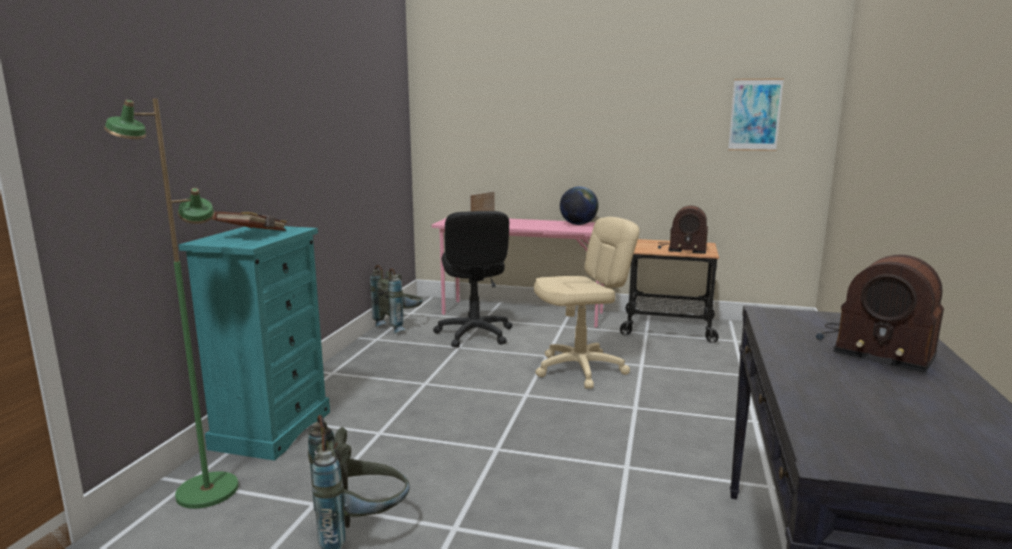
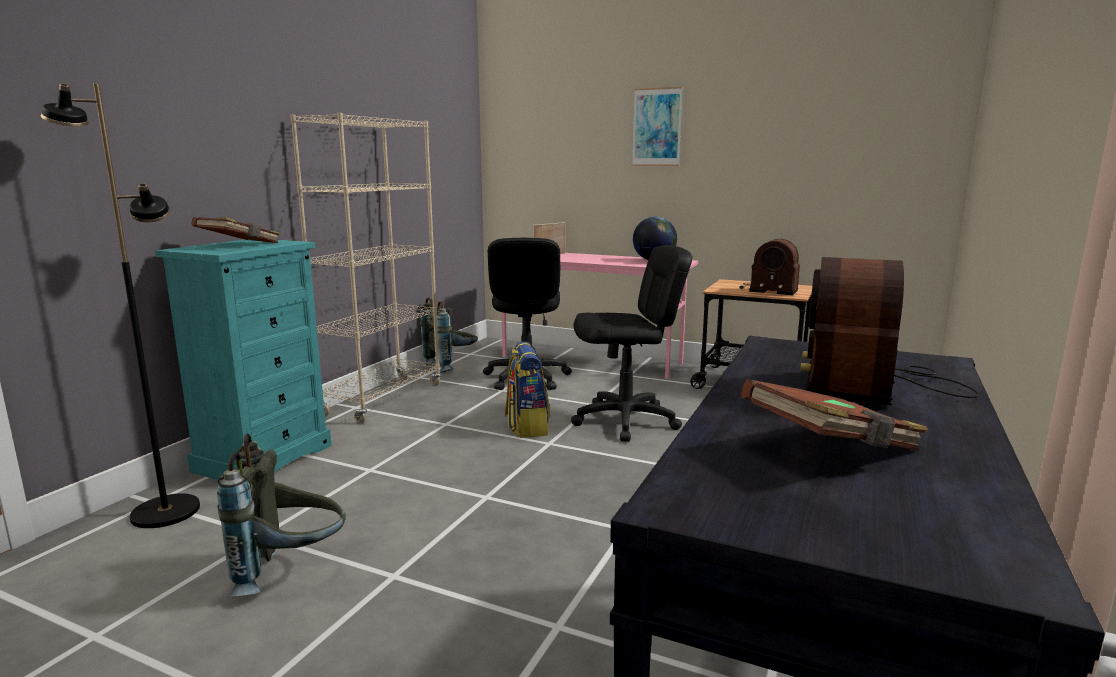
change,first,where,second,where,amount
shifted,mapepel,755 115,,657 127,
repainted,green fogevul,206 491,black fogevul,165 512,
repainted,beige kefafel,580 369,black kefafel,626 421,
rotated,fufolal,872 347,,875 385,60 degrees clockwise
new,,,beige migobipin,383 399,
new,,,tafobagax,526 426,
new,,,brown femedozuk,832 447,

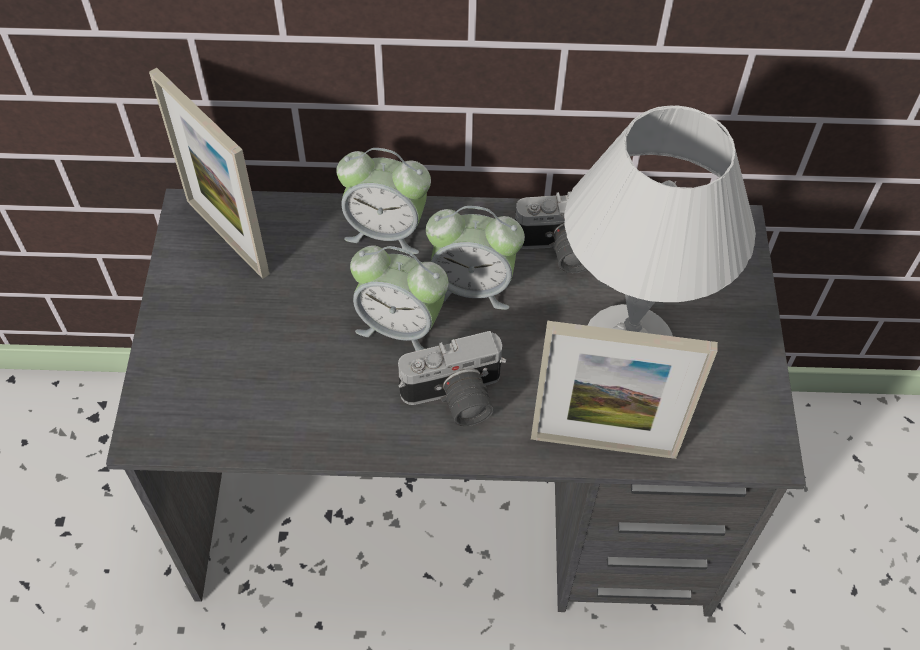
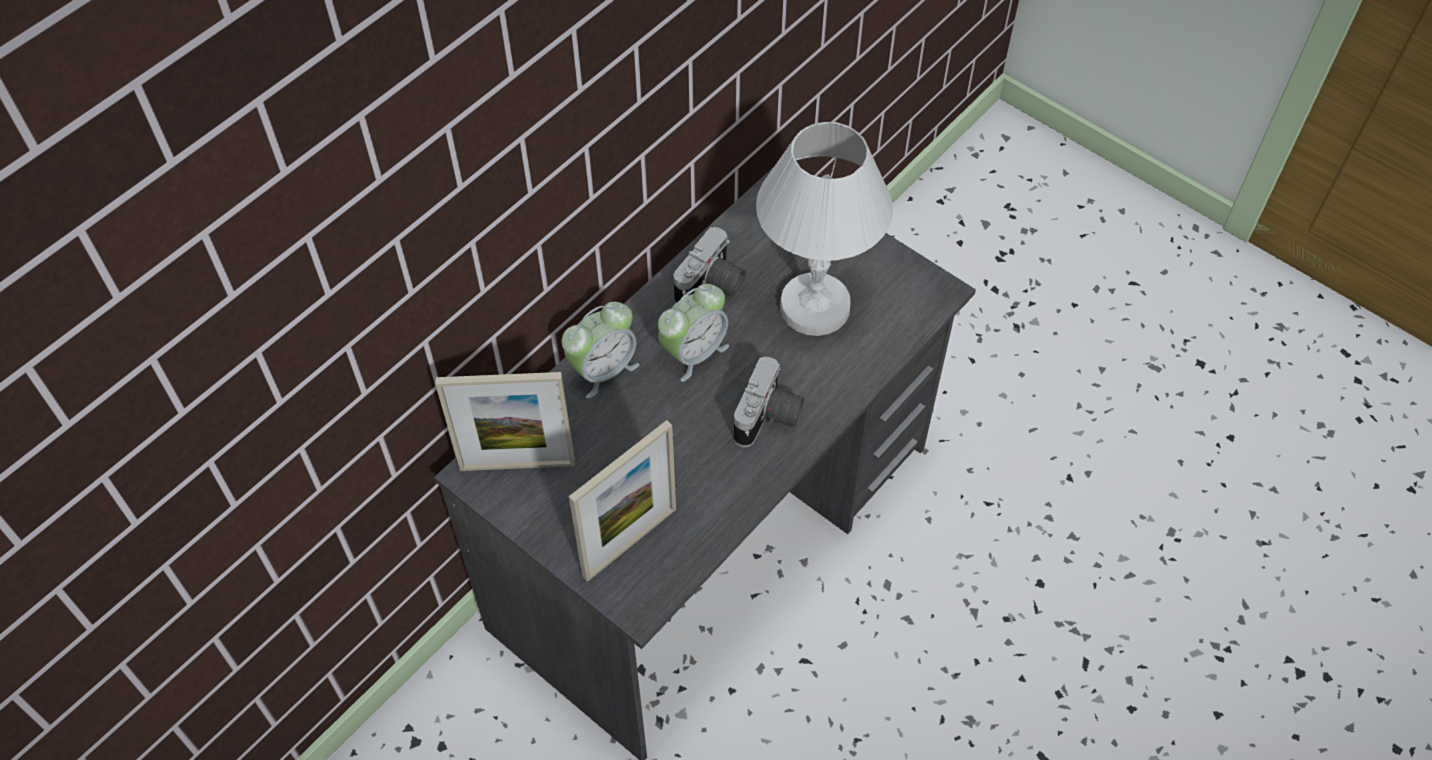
change,first,where,second,where,amount
gone,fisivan,400 326,,,
shifted,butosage,603 445,,629 542,

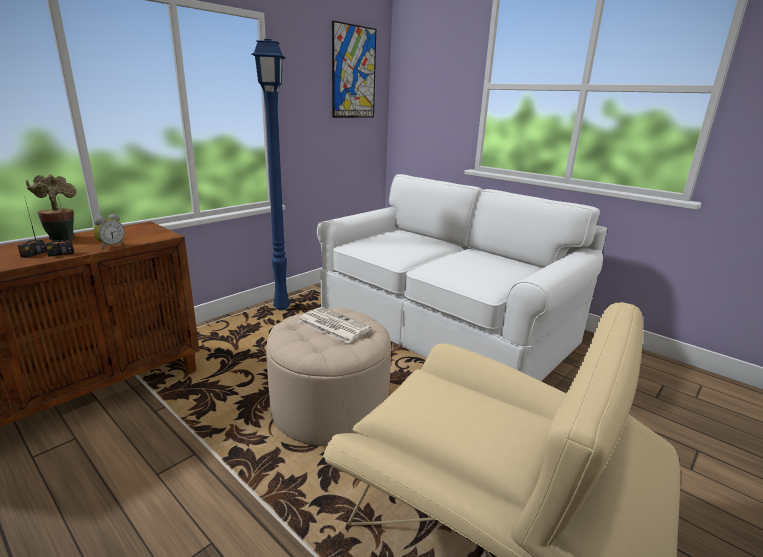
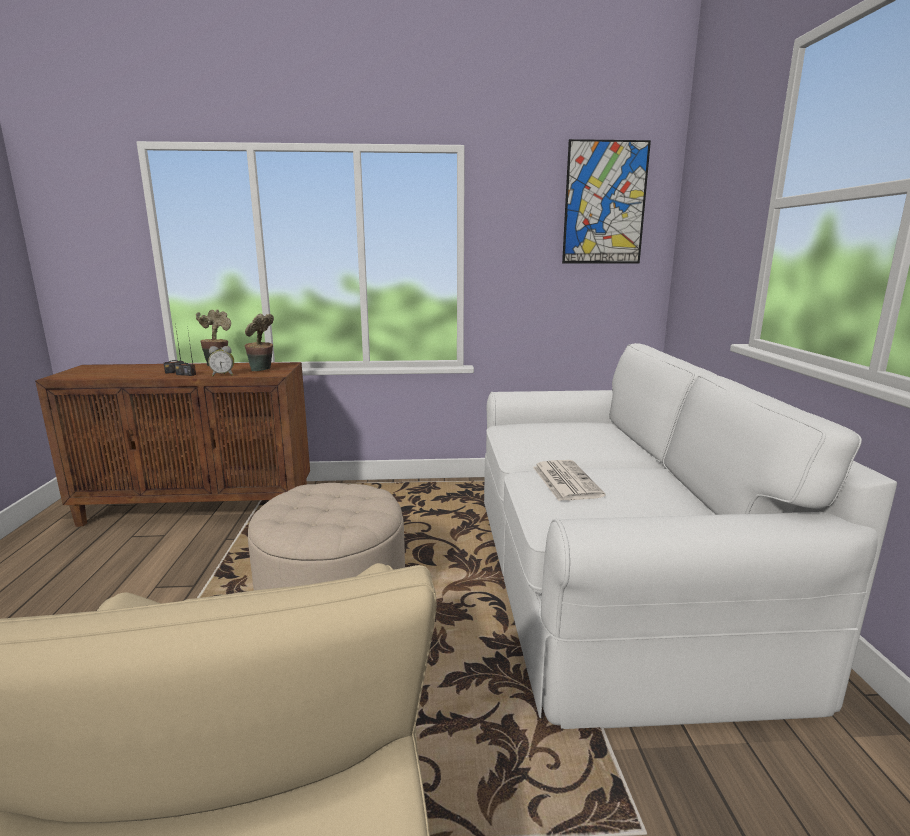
change,first,where,second,where,amount
gone,blue fogevul,283 308,,,
shifted,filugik,332 325,,565 481,
new,,,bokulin,262 370,

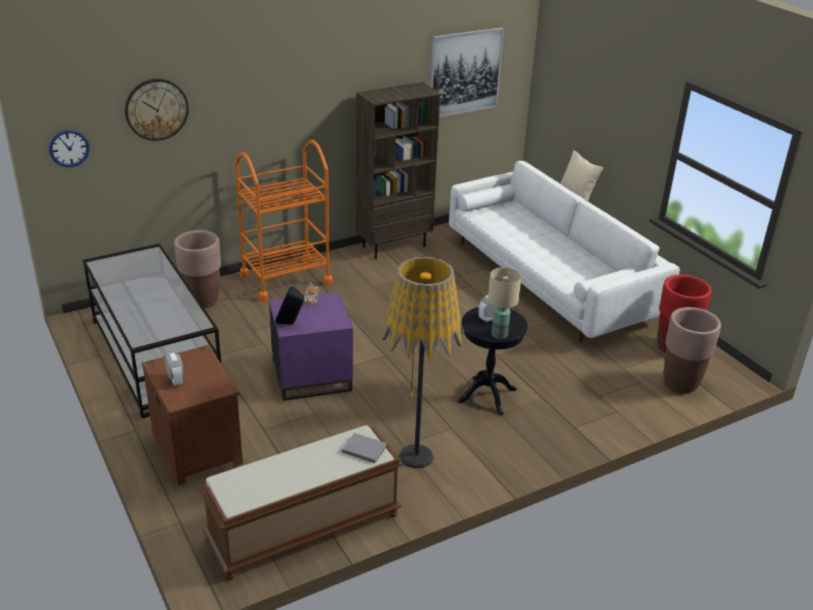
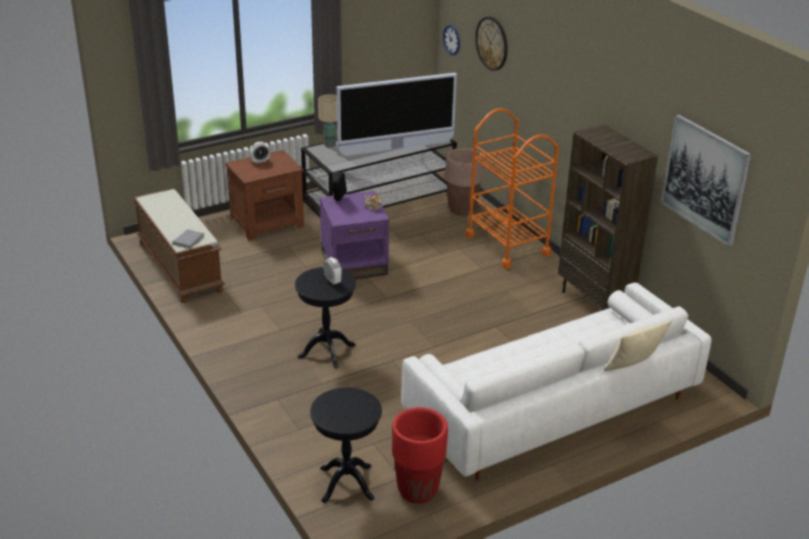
change,first,where,second,where,amount
gone,fogevul,416 456,,,
shifted,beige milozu,499 335,,329 145,
swapped,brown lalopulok,680 383,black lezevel,347 483,
new,,,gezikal,396 148,

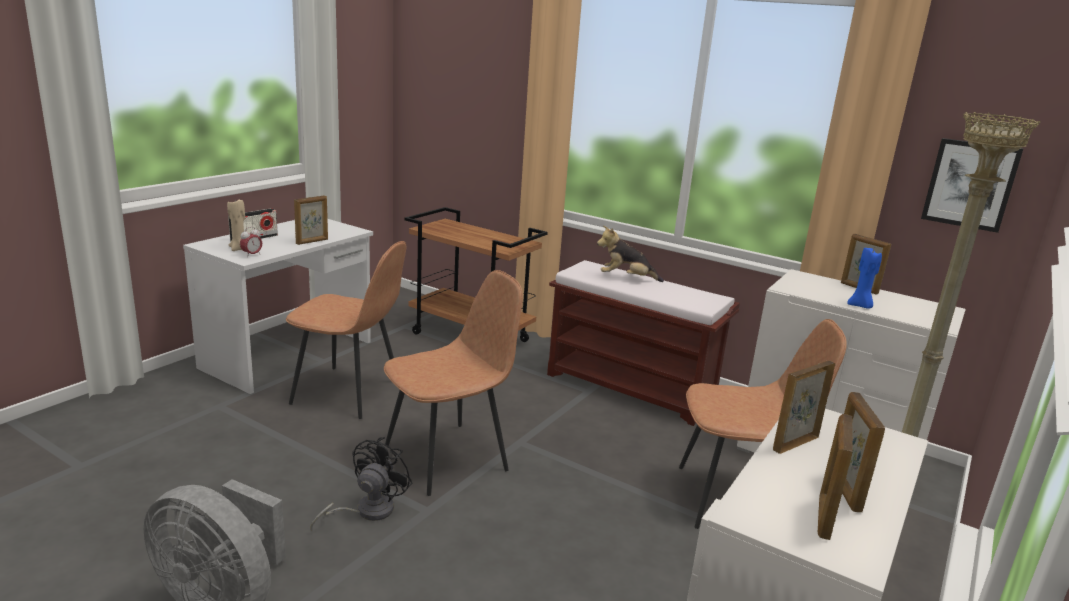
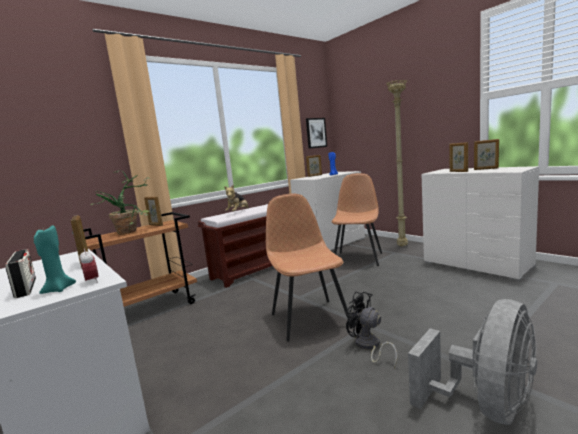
change,first,where,second,where,amount
repainted,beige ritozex,239 249,turquoise ritozex,58 289,
gone,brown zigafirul,349 393,,,
shifted,butosage,824 517,,155 225,
new,,,bokulin,132 231,

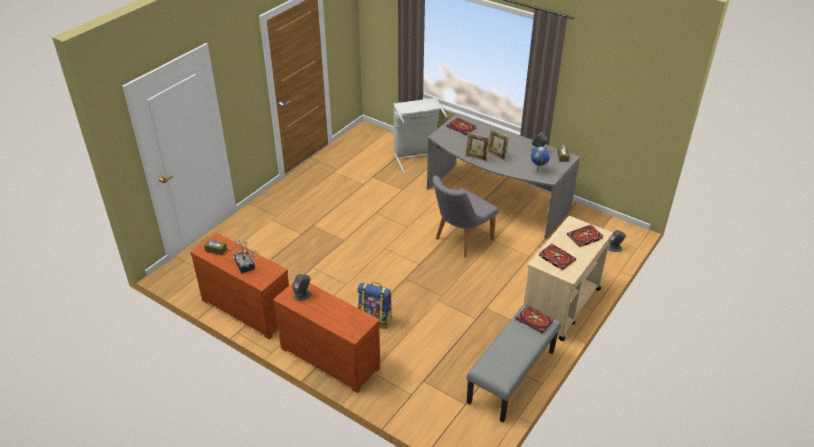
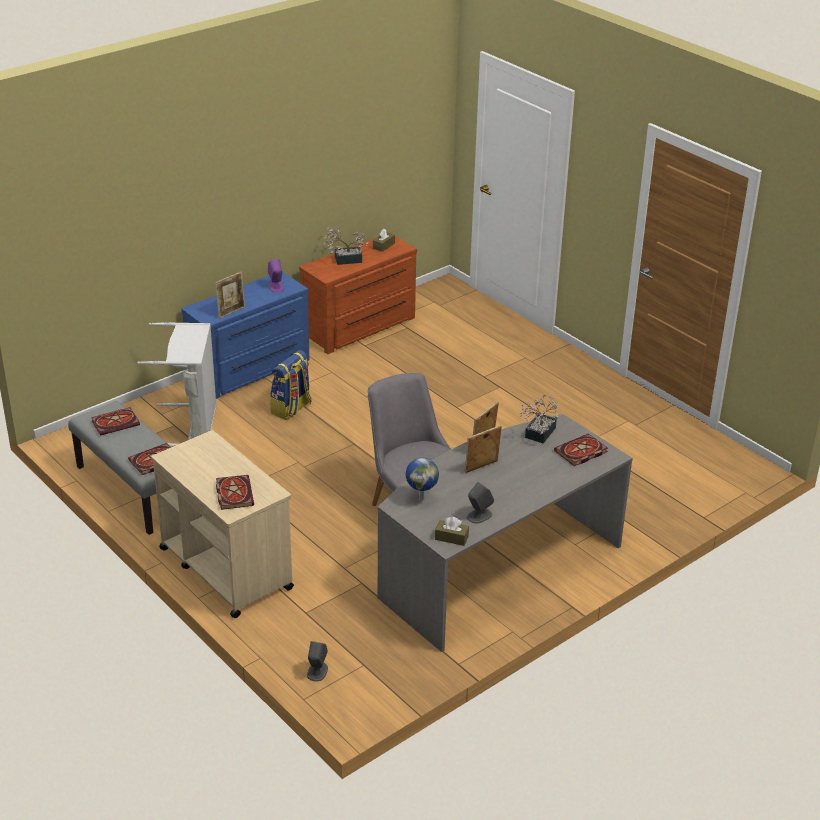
change,first,where,second,where,amount
shifted,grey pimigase,417 157,,192 426,
shifted,femedozuk,555 258,,116 422,
repainted,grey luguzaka,303 295,purple luguzaka,276 287,
repainted,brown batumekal,331 356,blue batumekal,251 371,
new,,,butosage,231 311,
new,,,bokulin,538 434,

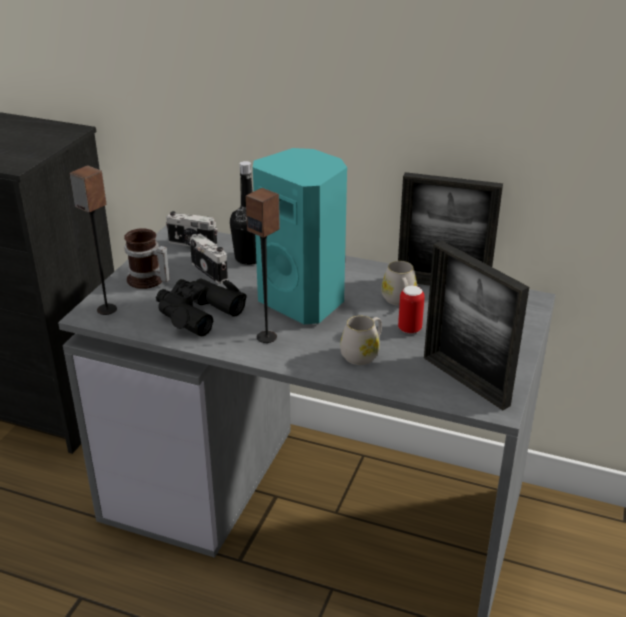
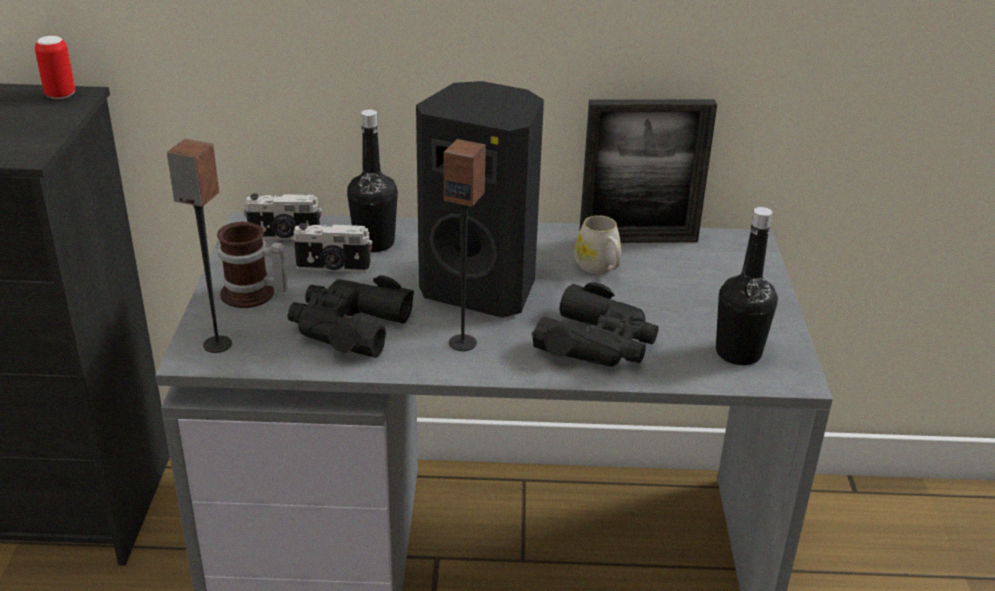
change,first,where,second,where,amount
repainted,turquoise luguzaka,304 302,black luguzaka,481 289,
rotated,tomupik,211 271,,333 268,150 degrees clockwise
swapped,butosage,465 381,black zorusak,738 353,
shifted,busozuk,409 329,,60 95,
swapped,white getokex,363 354,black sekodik,597 342,

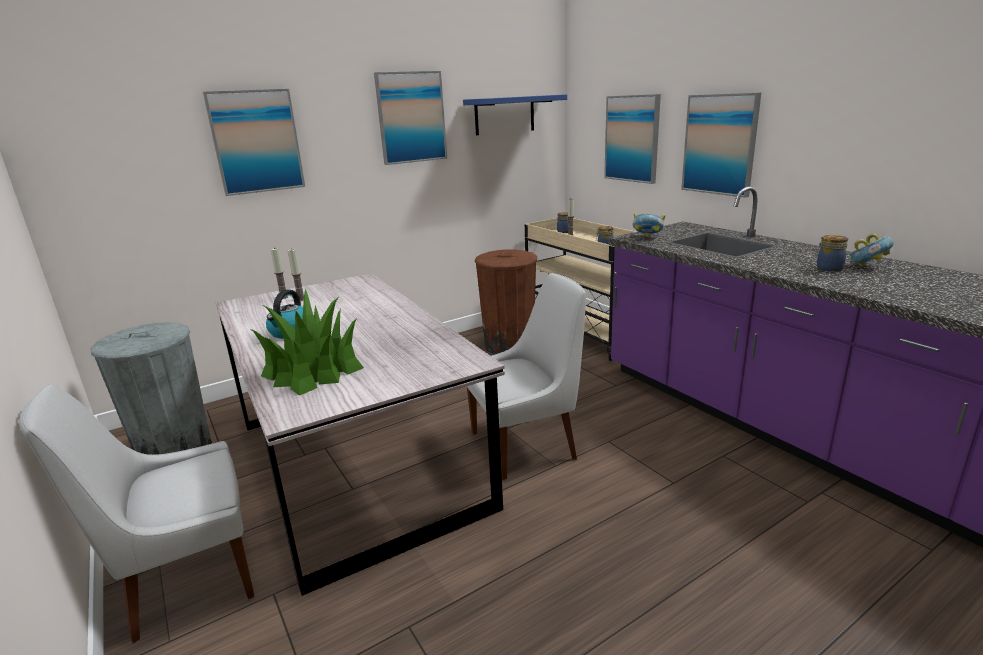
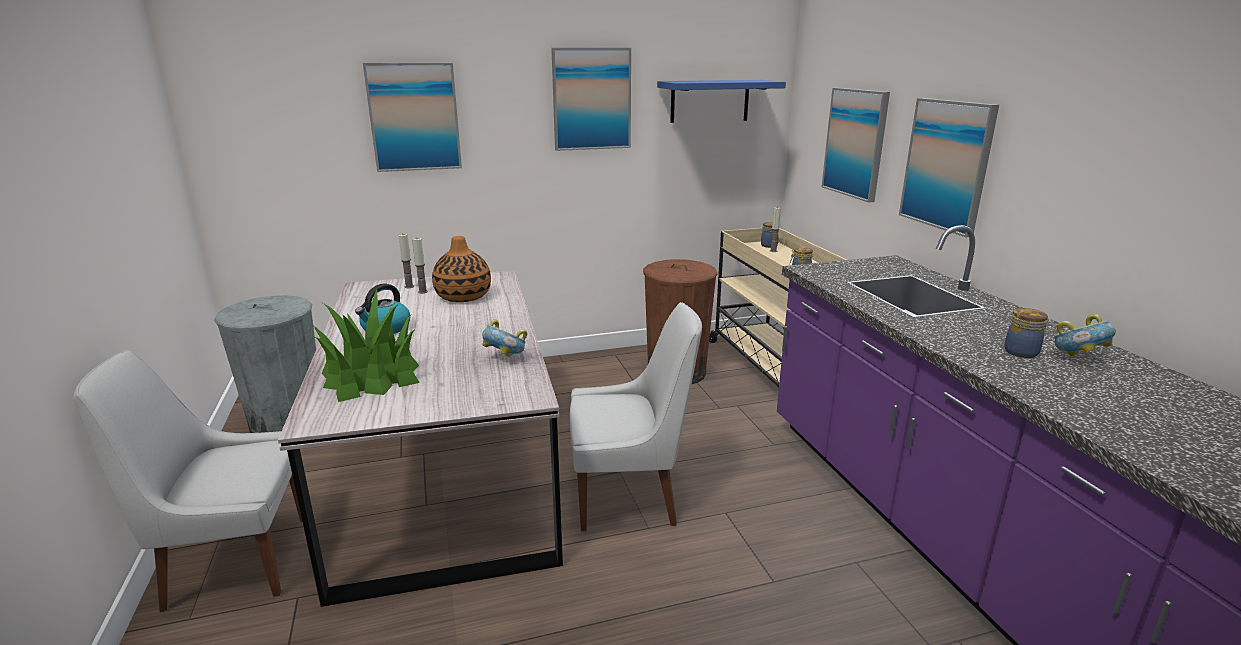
change,first,where,second,where,amount
shifted,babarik,647 238,,505 358,
new,,,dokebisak,463 297,

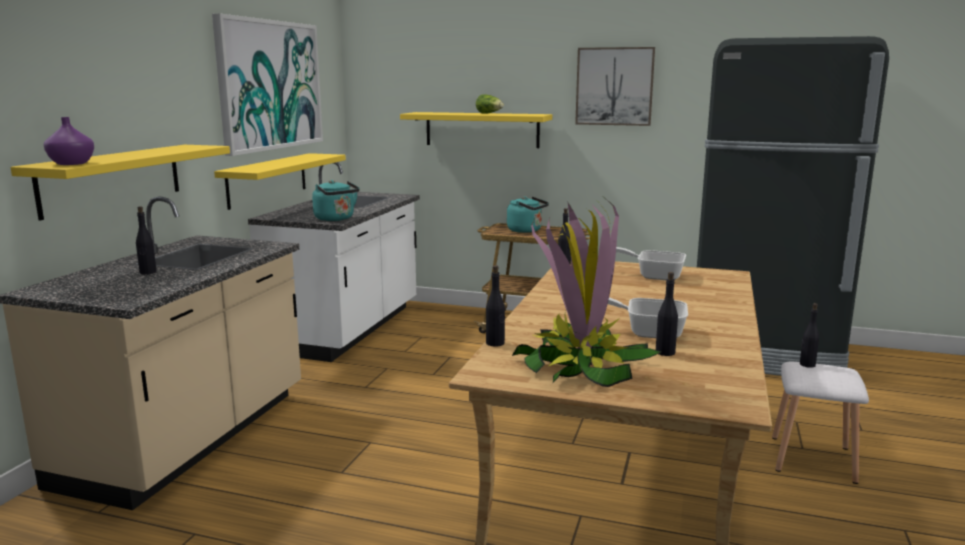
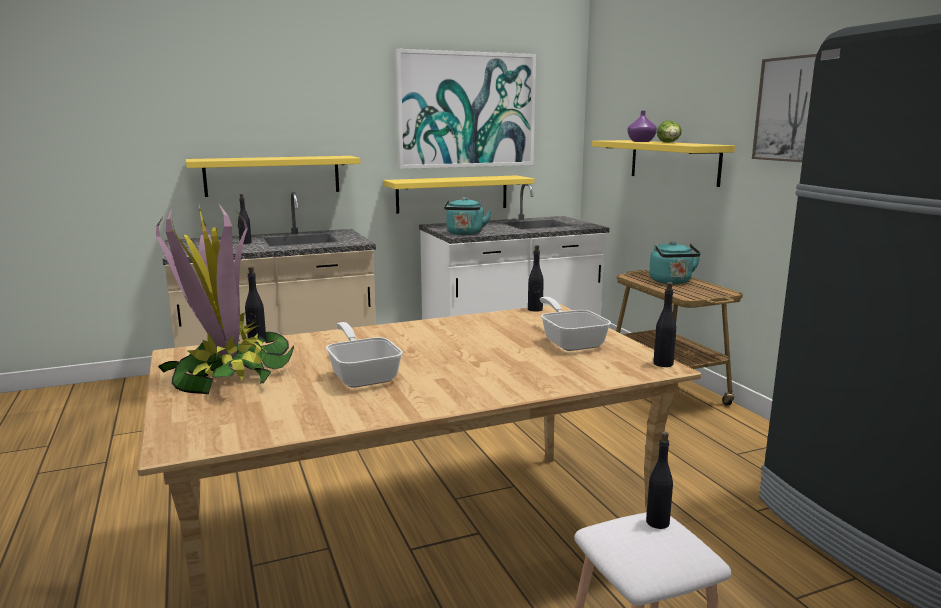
change,first,where,second,where,amount
shifted,purple dokebisak,71 163,,640 141,
shifted,black zorusak,665 352,,663 364,

